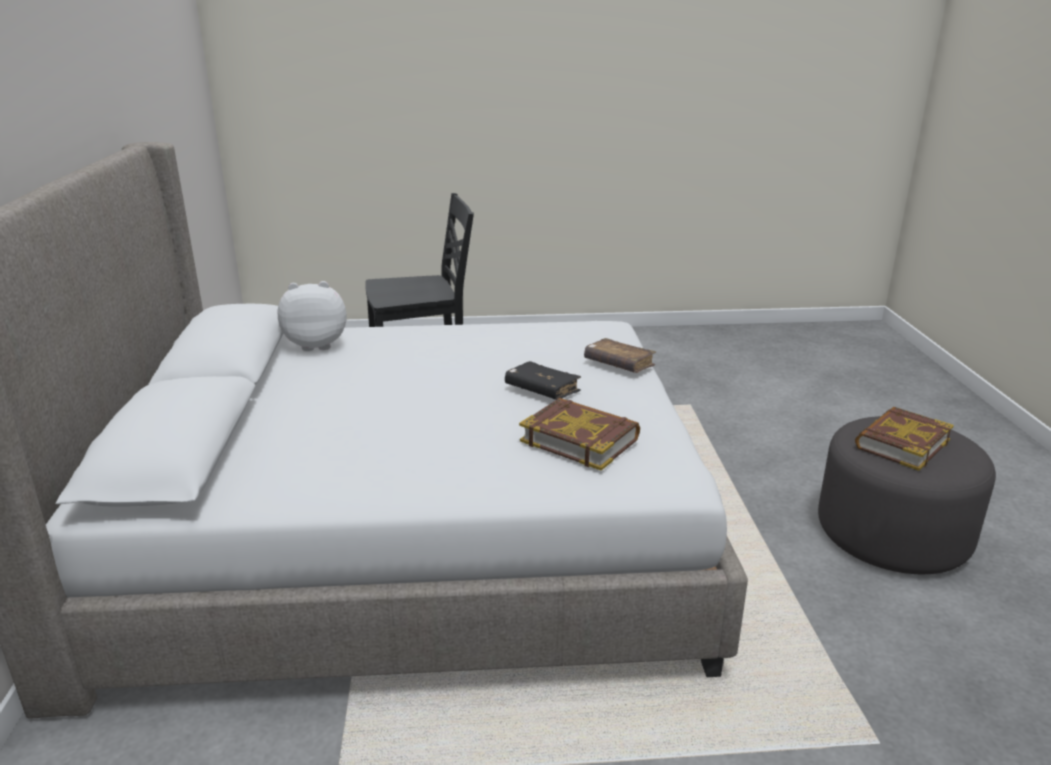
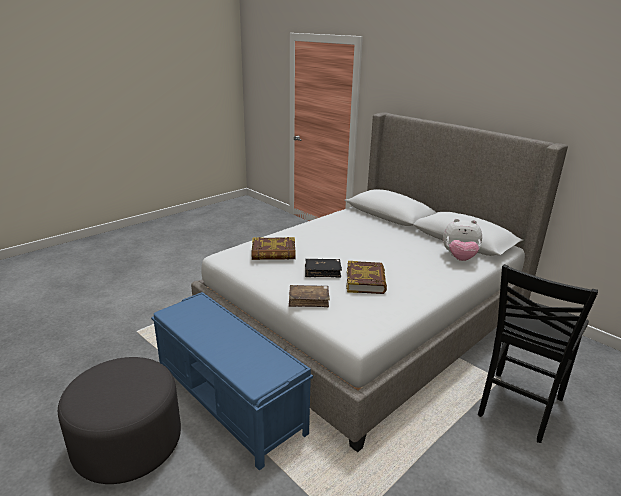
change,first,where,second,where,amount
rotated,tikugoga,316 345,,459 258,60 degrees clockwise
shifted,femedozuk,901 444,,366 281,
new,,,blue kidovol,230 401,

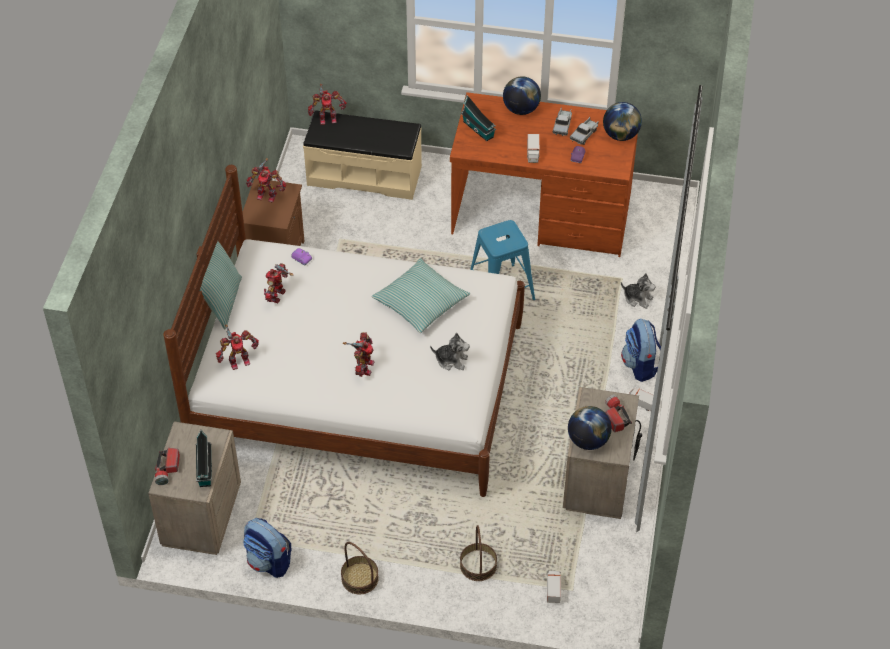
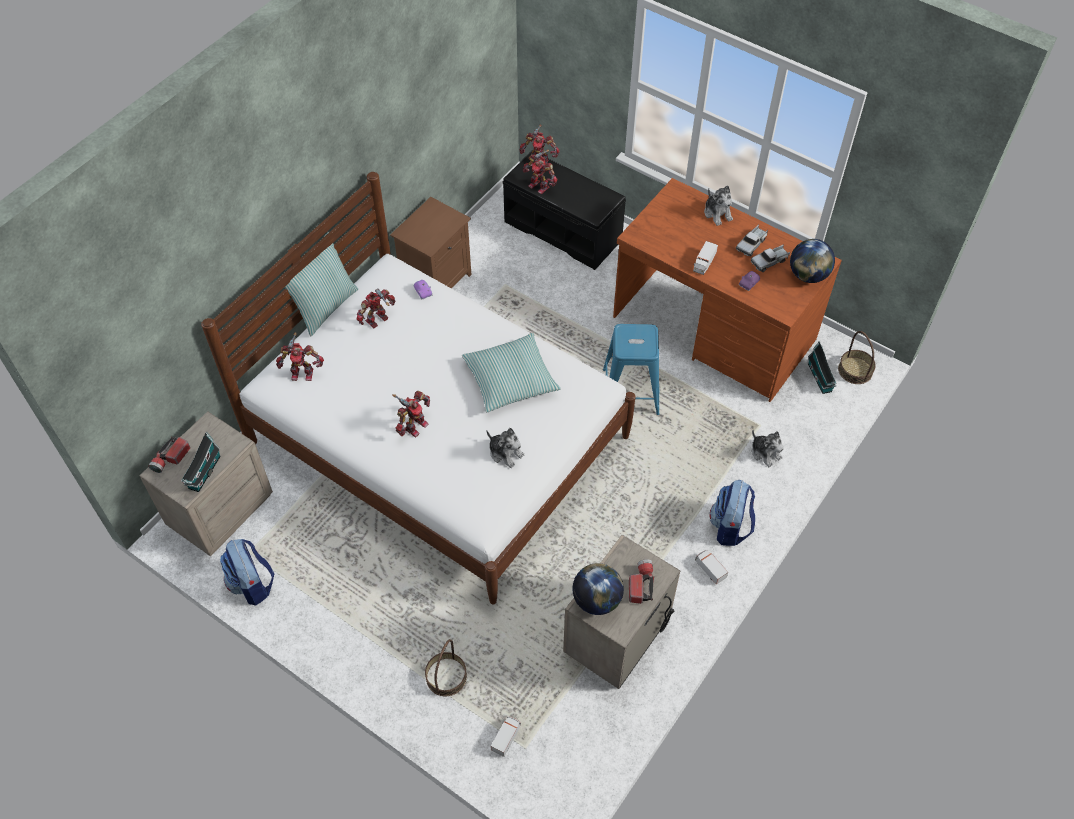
change,first,where,second,where,amount
swapped,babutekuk,521 109,tikugoga,717 213,
shifted,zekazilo,479 130,,820 379,
repainted,beige kidovol,364 175,black kidovol,563 230,
shifted,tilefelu,267 195,,539 186,
shifted,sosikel,359 578,,855 370,

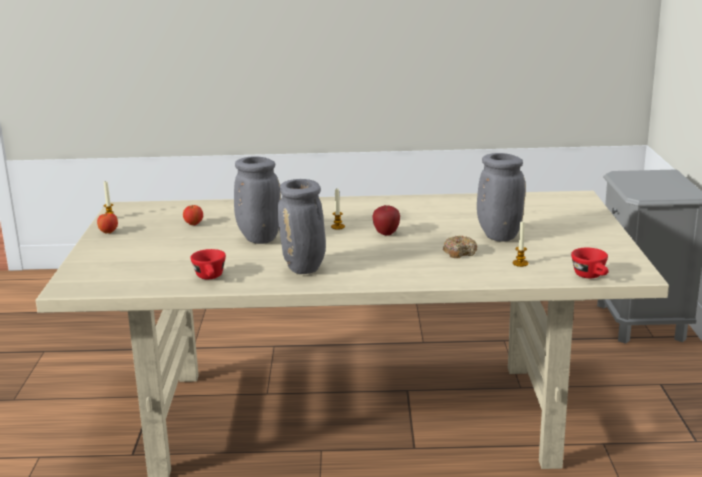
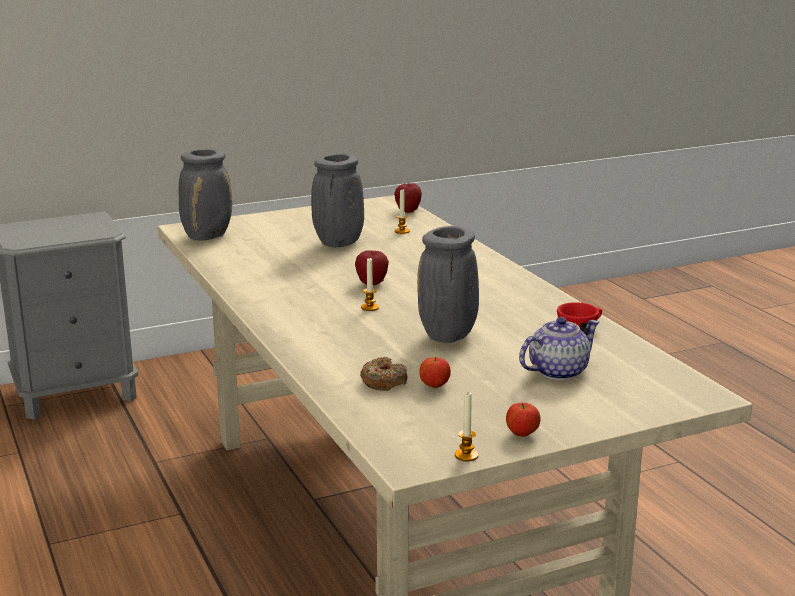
change,first,where,second,where,amount
shifted,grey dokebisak,305 269,,207 236,
shifted,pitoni,460 252,,383 381,
swapped,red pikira,591 276,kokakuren,408 211,
new,,,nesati,557 371,

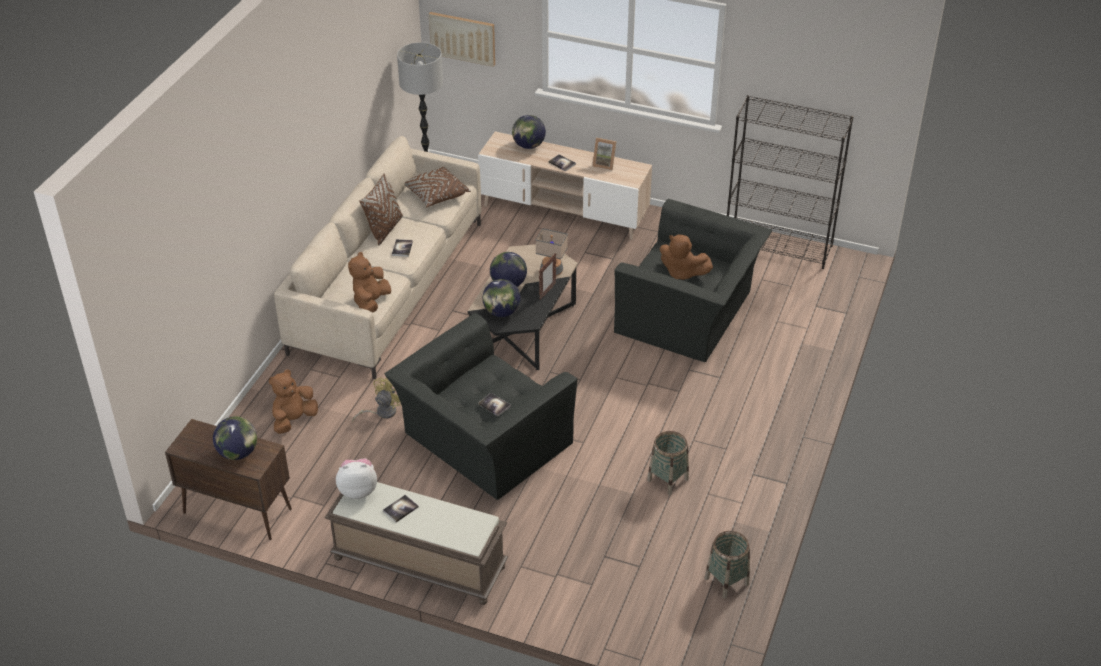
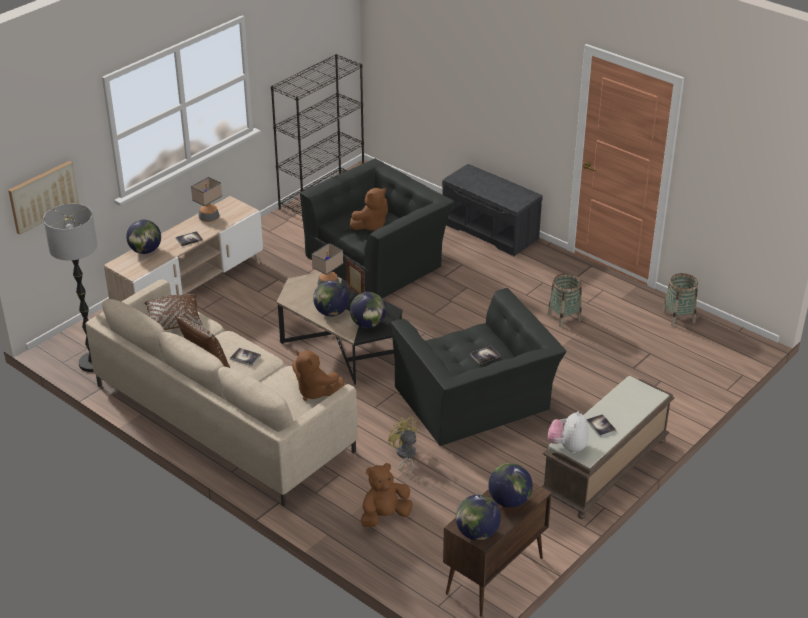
change,first,where,second,where,amount
swapped,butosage,604 164,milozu,209 218,
rotated,brown tikugoga,294 420,,384 516,90 degrees clockwise
new,,,grey kidovol,491 231,
new,,,babutekuk,477 533,

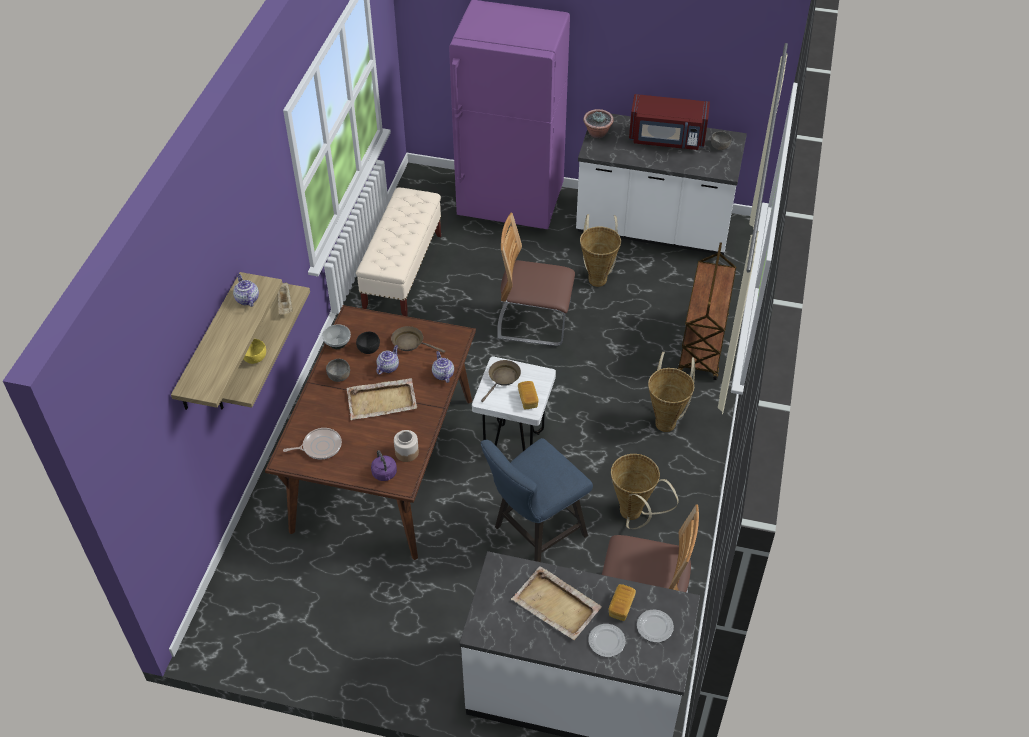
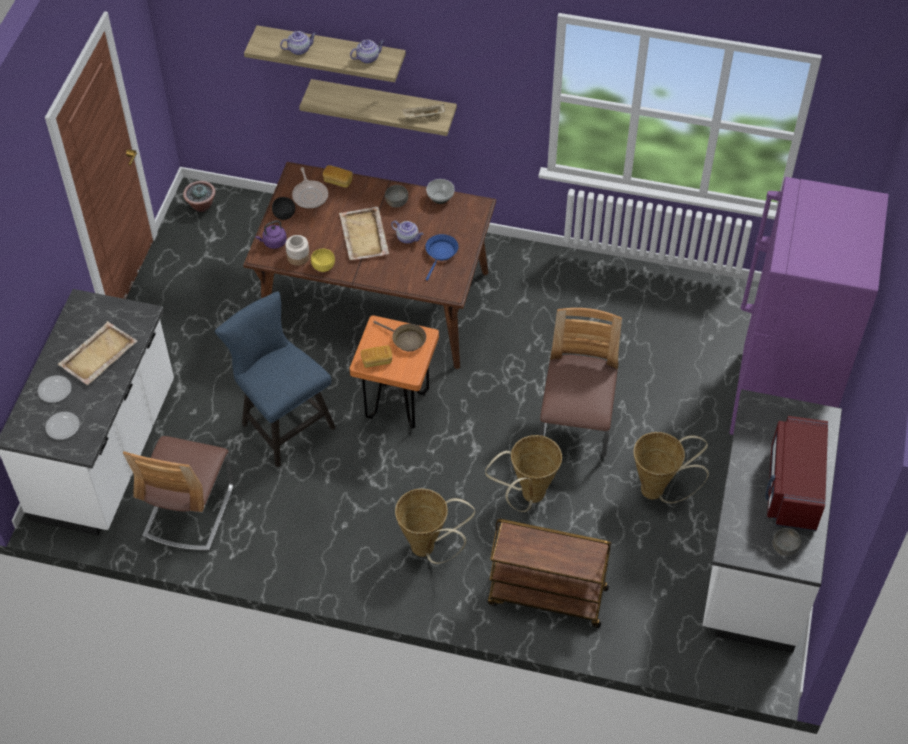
change,first,where,second,where,amount
shifted,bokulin,597 133,,201 205,
gone,beige kidovol,403 272,,,
repainted,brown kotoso,410 343,blue kotoso,441 253,
shifted,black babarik,368 349,,284 214,
shifted,yellow babarik,254 358,,323 266,
shifted,nesati,442 374,,299 49,
repainted,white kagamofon,514 444,orange kagamofon,397 406,
shifted,sosikel,633 516,,528 496,
shifted,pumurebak,621 607,,338 181,

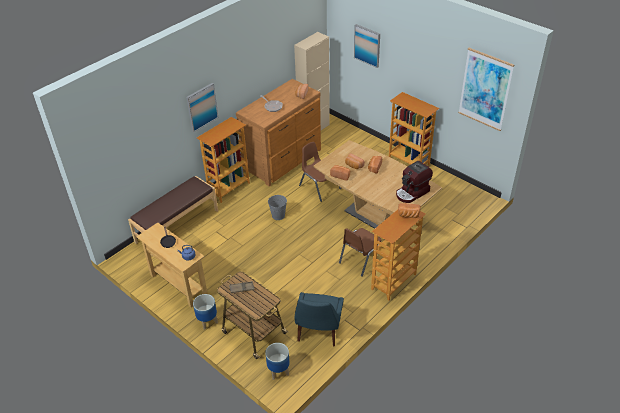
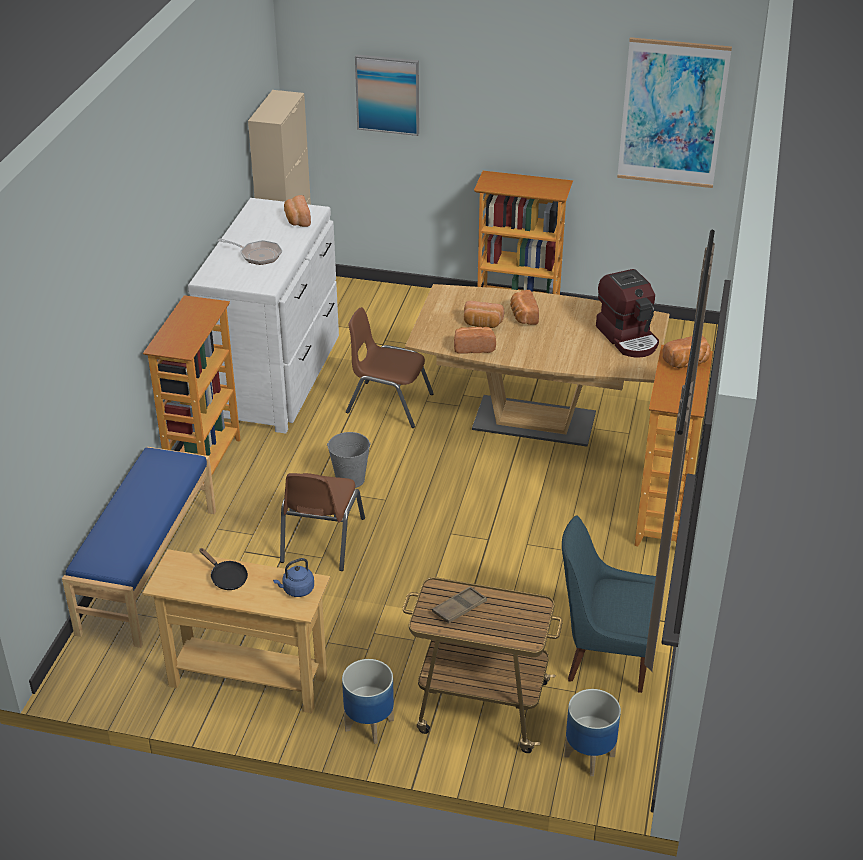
change,first,where,second,where,amount
repainted,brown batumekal,283 160,white batumekal,277 378,
gone,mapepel,202 107,,,
rotated,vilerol,412 193,,628 337,45 degrees counterclockwise
repainted,brown kidovol,177 226,blue kidovol,147 570,
shifted,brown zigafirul,361 259,,321 540,
rotated,blue zigafirul,318 332,,604 656,120 degrees clockwise

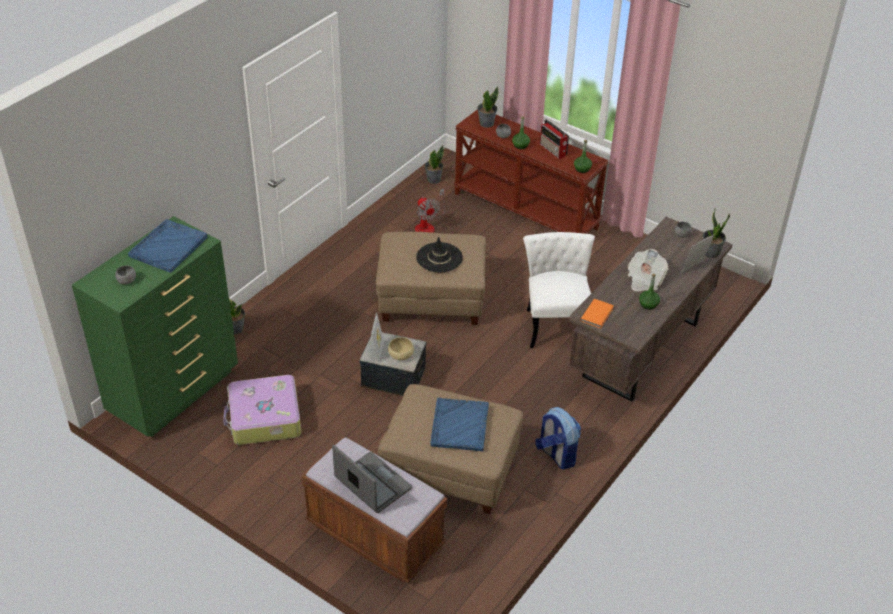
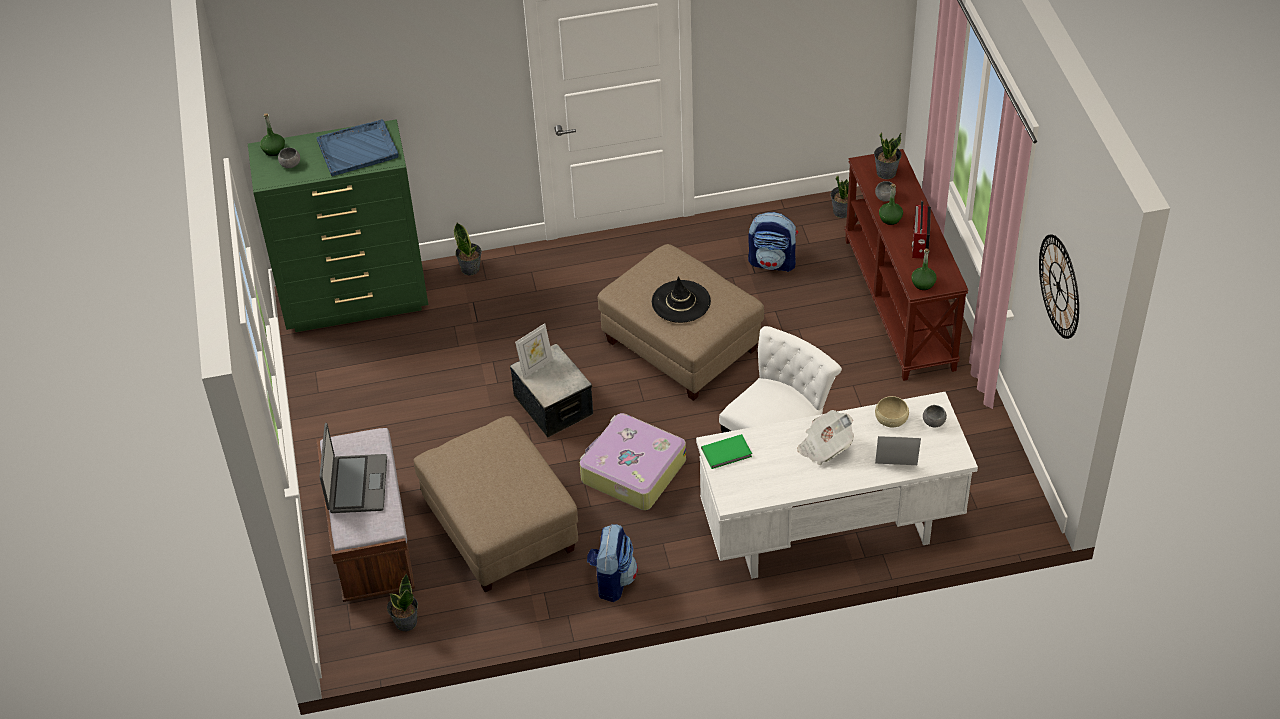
change,first,where,second,where,amount
swapped,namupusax,428 225,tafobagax,773 262,
shifted,bokulin,711 253,,405 622,
repainted,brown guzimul,641 350,white guzimul,829 533,
shifted,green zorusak,648 304,,273 150,
repainted,orange femedozuk,598 314,green femedozuk,727 453,
shifted,beige babarik,400 354,,891 418,
shifted,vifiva,264 418,,632 471,
gone,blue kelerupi,459 426,,,
new,,,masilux,1059 286,

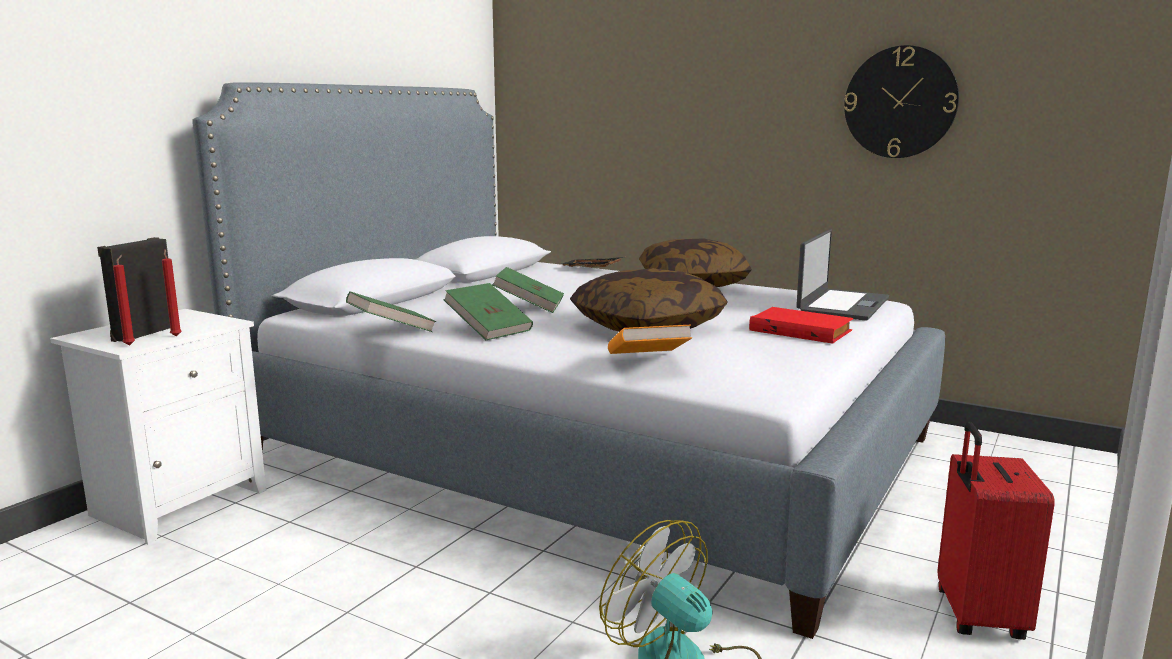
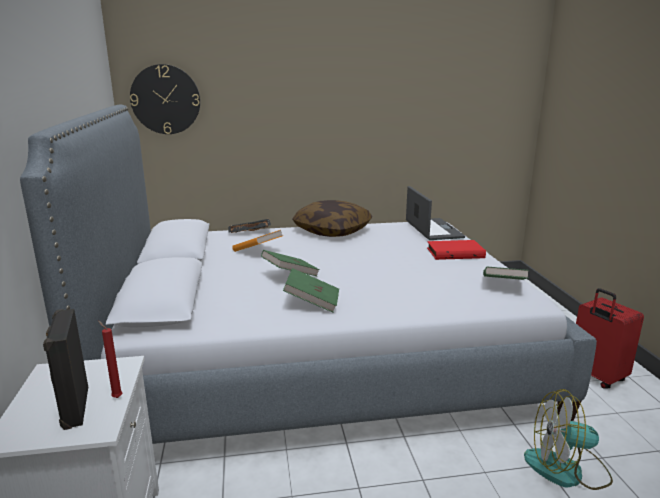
change,first,where,second,where,amount
shifted,masilux,900 102,,165 99,
gone,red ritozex,130 345,,,
gone,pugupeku,648 326,,,
shifted,green femedozuk,391 331,,503 286,
shifted,orange femedozuk,647 362,,257 251,

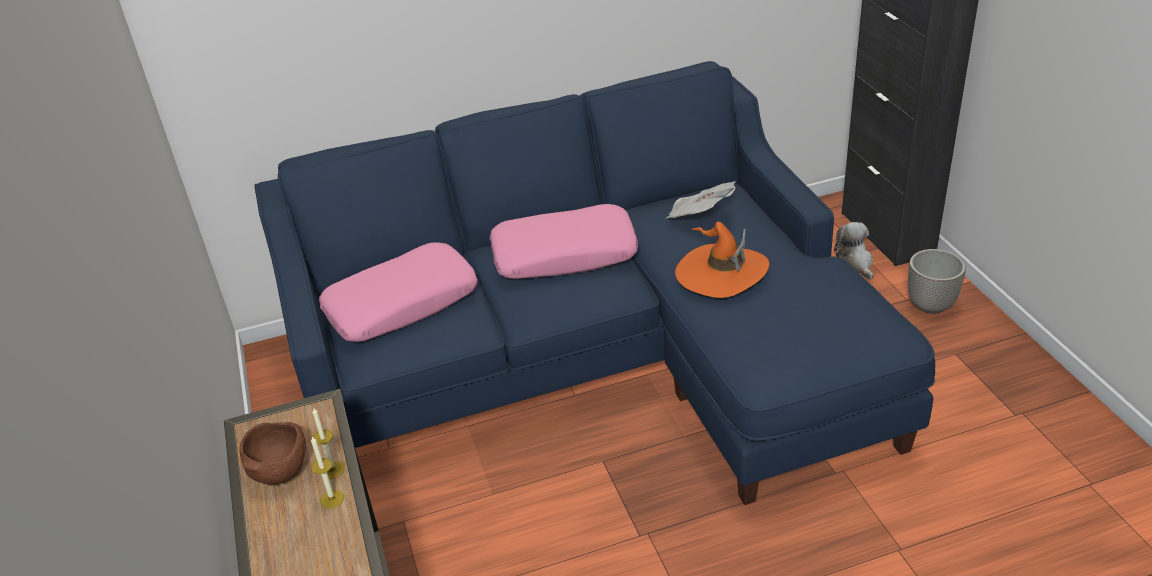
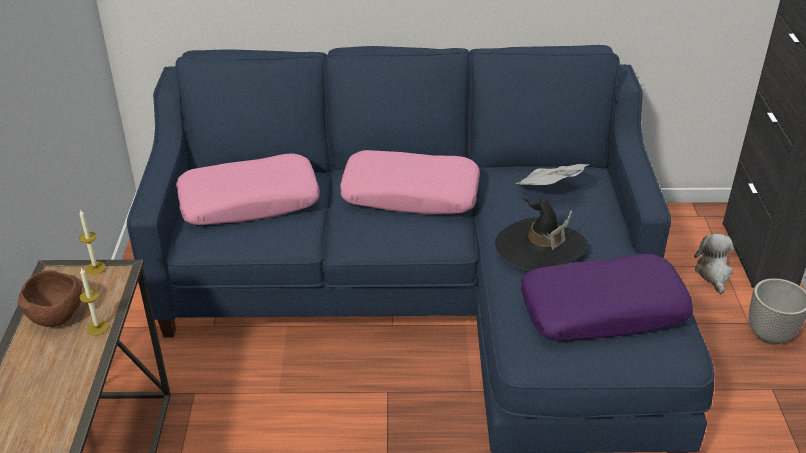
change,first,where,second,where,amount
repainted,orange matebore,721 273,black matebore,540 248,
shifted,ritozex,332 499,,95 268,
new,,,purple pugupeku,603 310,

